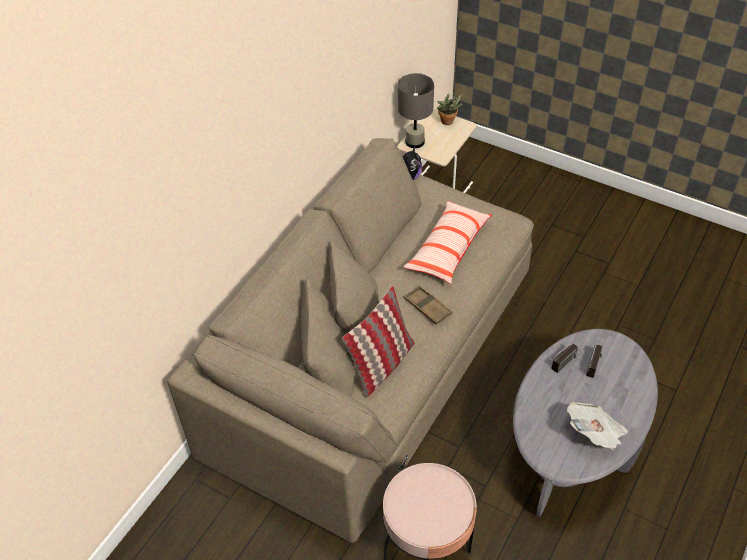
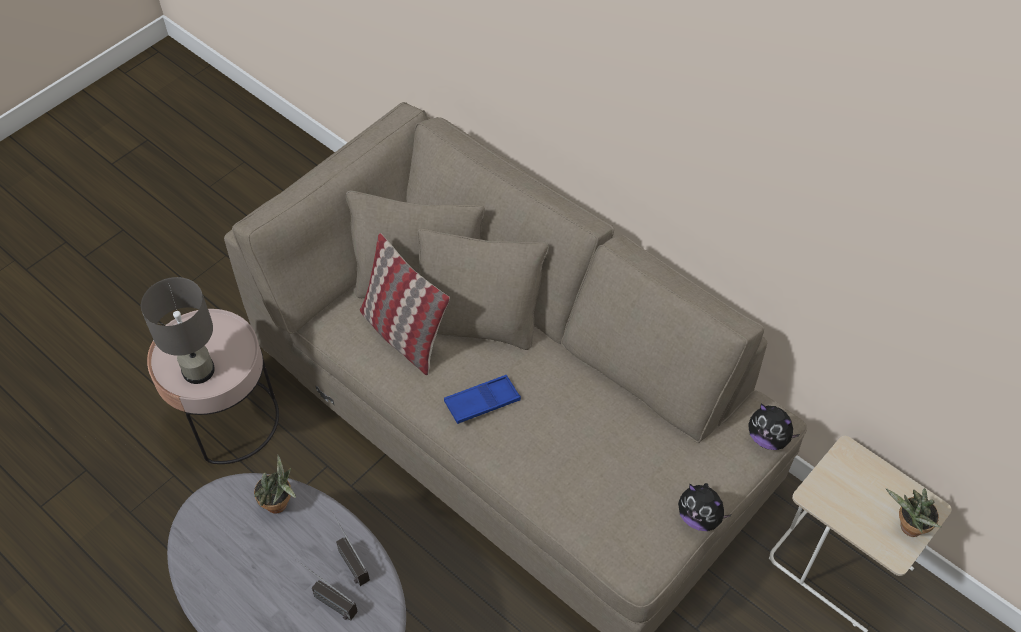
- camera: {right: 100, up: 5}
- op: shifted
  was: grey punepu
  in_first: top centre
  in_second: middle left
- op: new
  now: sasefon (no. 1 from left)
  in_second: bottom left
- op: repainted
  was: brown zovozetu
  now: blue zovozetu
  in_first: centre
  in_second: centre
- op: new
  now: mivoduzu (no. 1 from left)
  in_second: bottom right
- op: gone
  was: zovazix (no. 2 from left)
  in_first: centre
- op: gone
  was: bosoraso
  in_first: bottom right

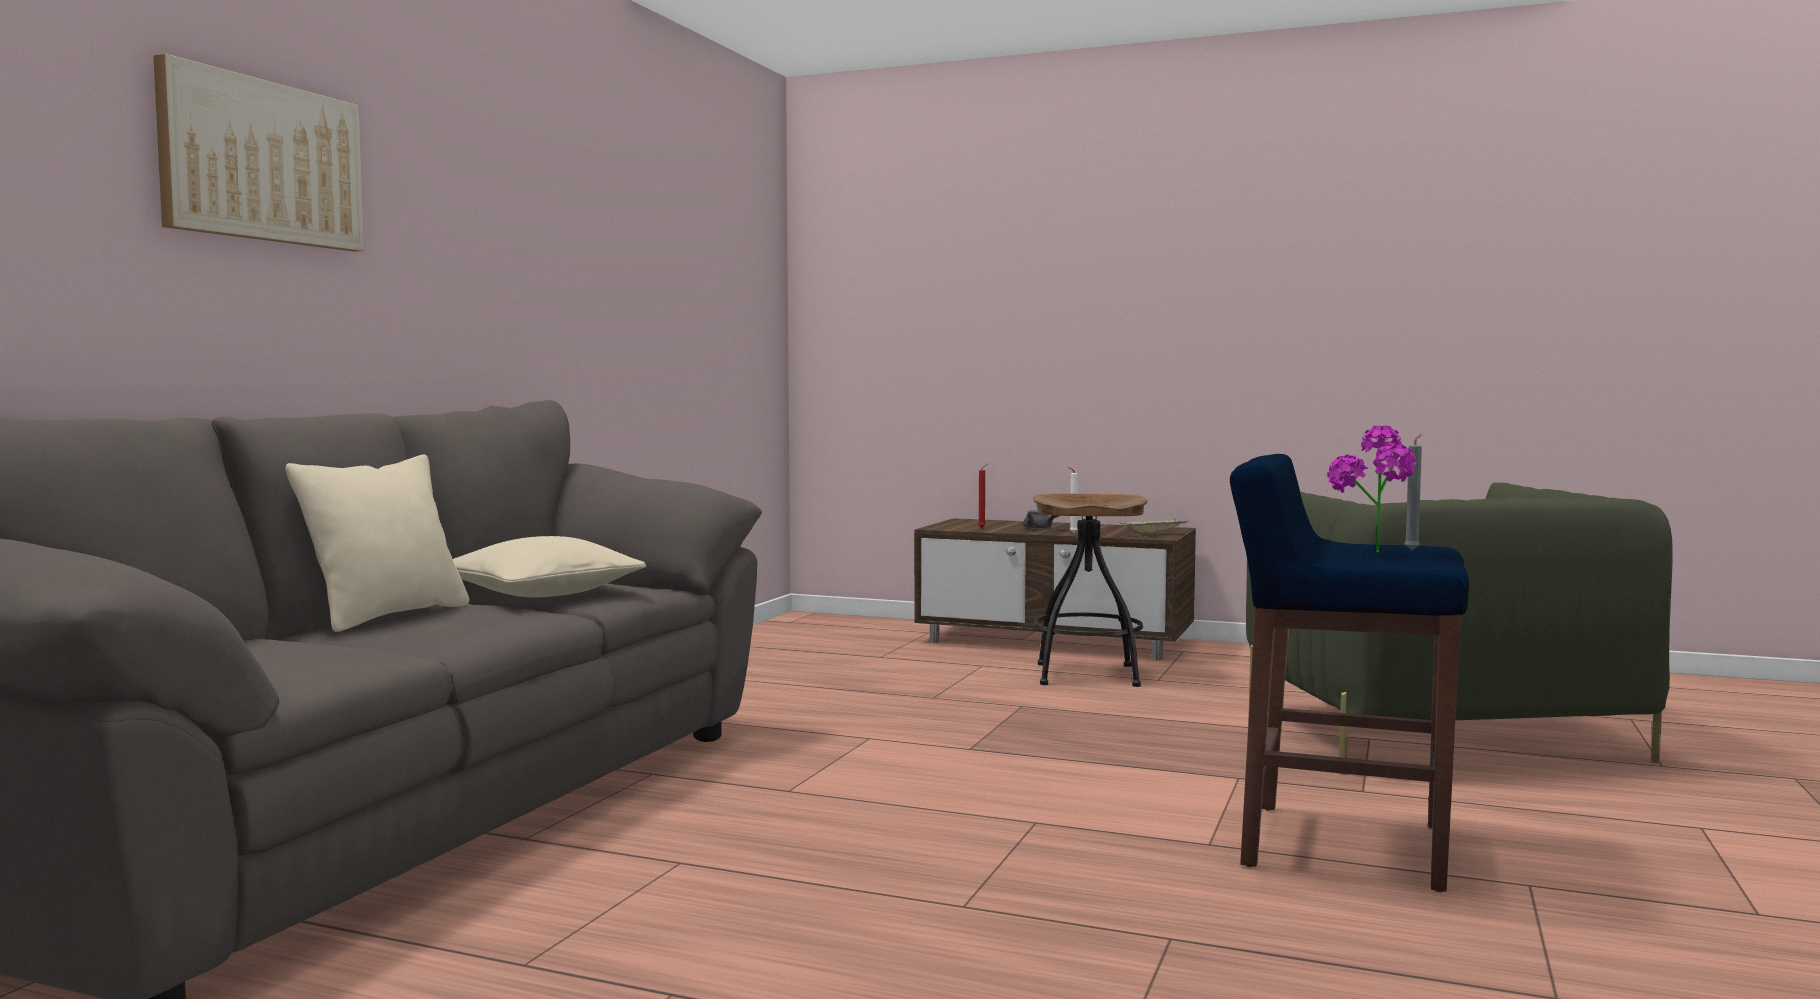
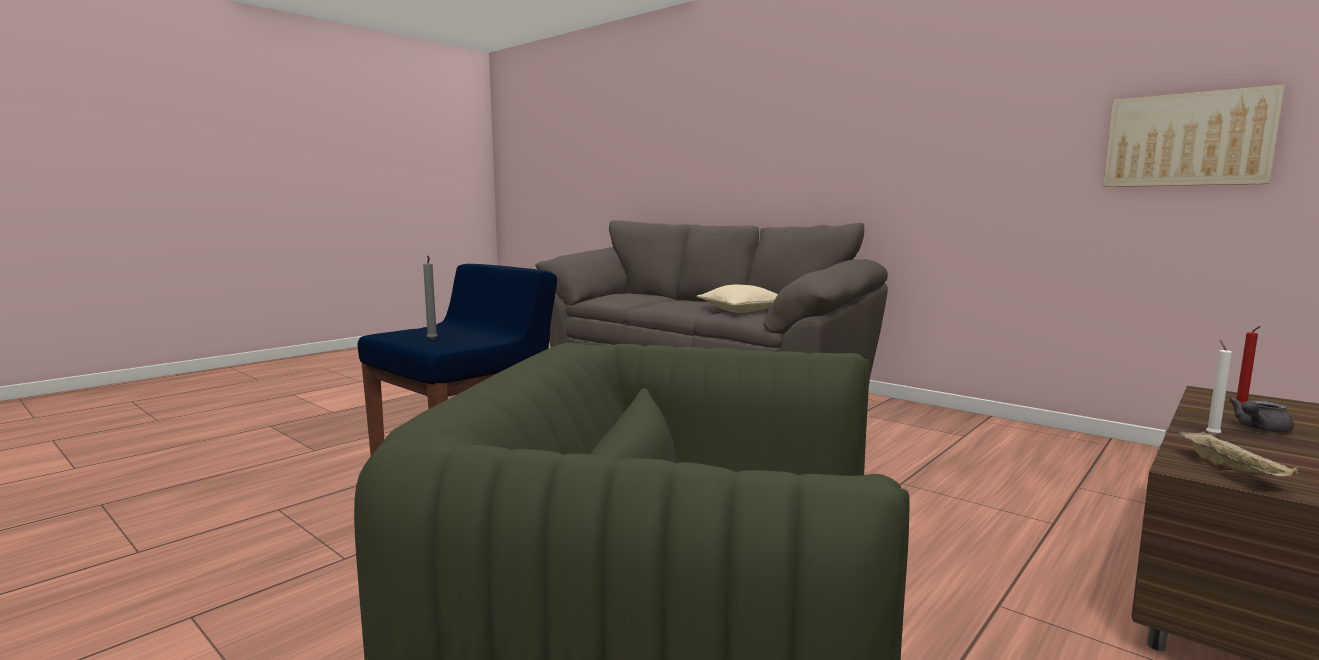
- camera: {right: 110, up: 5}
- op: shifted
  was: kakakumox
  in_first: top left
  in_second: top right
- op: gone
  was: beige zovazix (no. 1 from left)
  in_first: middle left
- op: gone
  was: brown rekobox
  in_first: centre
- op: gone
  was: sasefon
  in_first: middle right

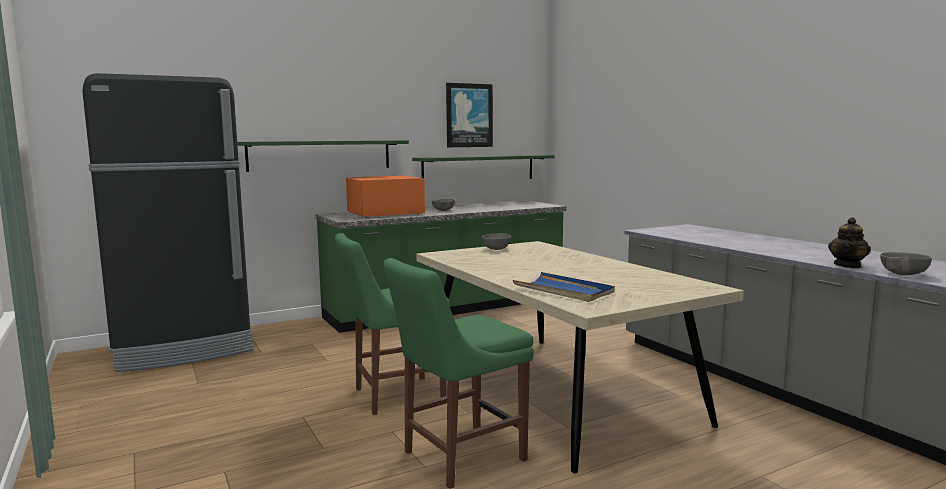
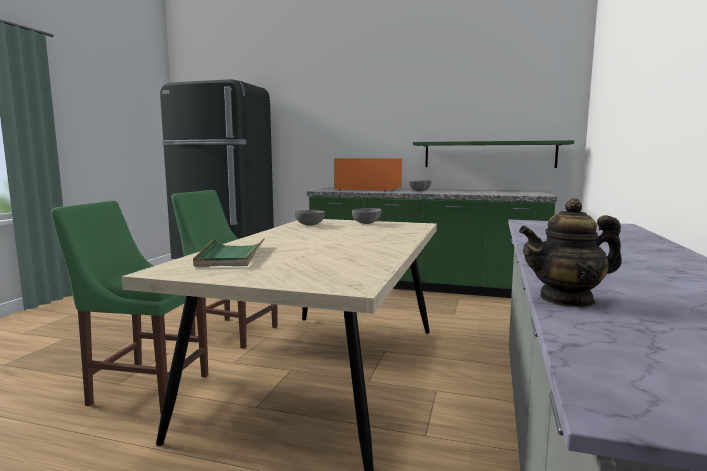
- camera: {right: 45, up: 0}
- op: repainted
  was: blue zovozetu
  now: green zovozetu
  in_first: centre
  in_second: middle left
- op: shifted
  was: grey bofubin (no. 3 from left in the first image)
  now: grey bofubin (no. 1 from left)
  in_first: middle right
  in_second: centre
- op: gone
  was: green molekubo (no. 1 from left)
  in_first: top centre
- op: gone
  was: kakakumox
  in_first: top centre

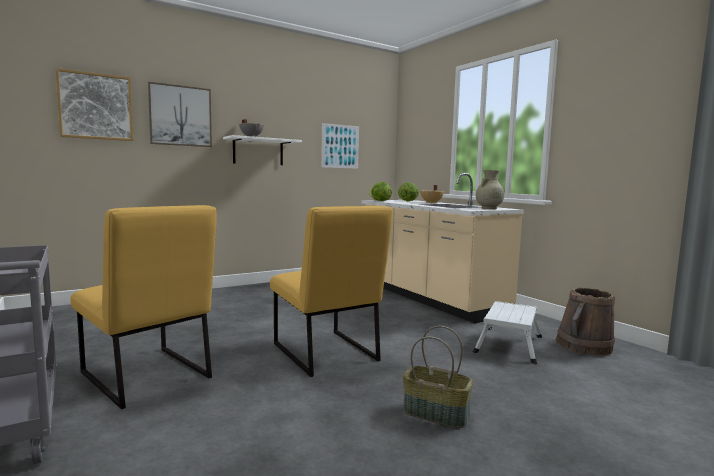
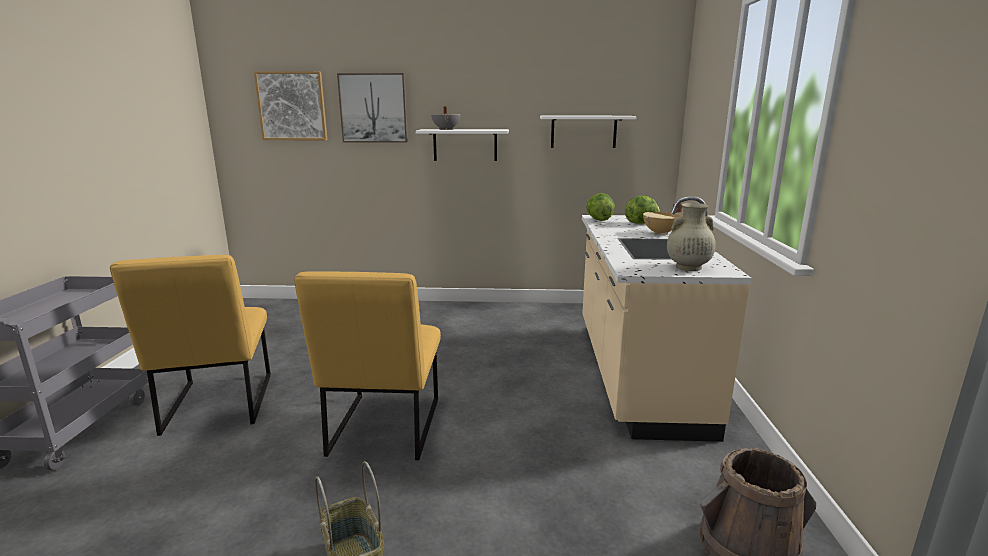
- camera: {right: 35, up: 10}
- op: swapped
  was: kakakumox (no. 3 from left)
  now: white molekubo (no. 2 from left)
  in_first: top centre
  in_second: top centre
- op: gone
  was: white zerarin
  in_first: bottom right

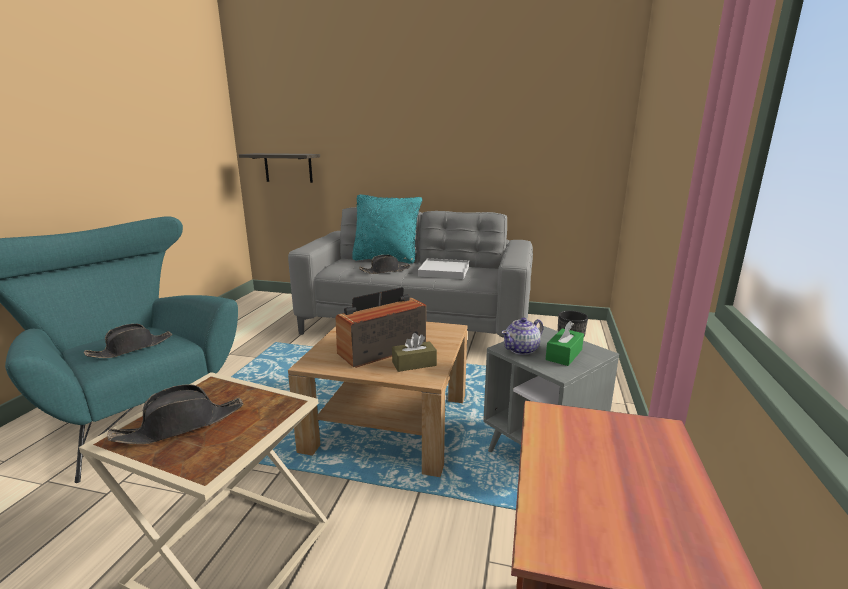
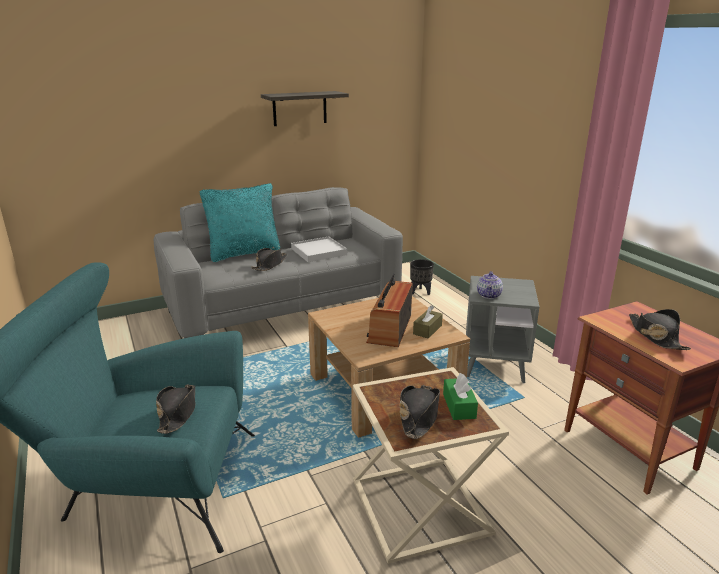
- camera: {right: -40, up: 5}
- op: shifted
  was: molekubo
  in_first: top left
  in_second: top centre
- op: shifted
  was: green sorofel
  in_first: centre
  in_second: bottom centre
- op: new
  now: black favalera (no. 4 from left)
  in_second: middle right

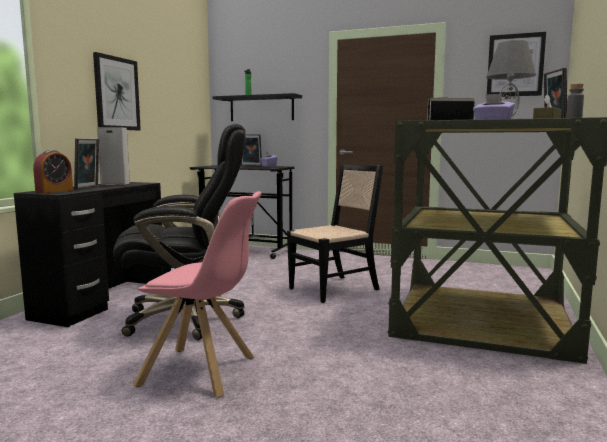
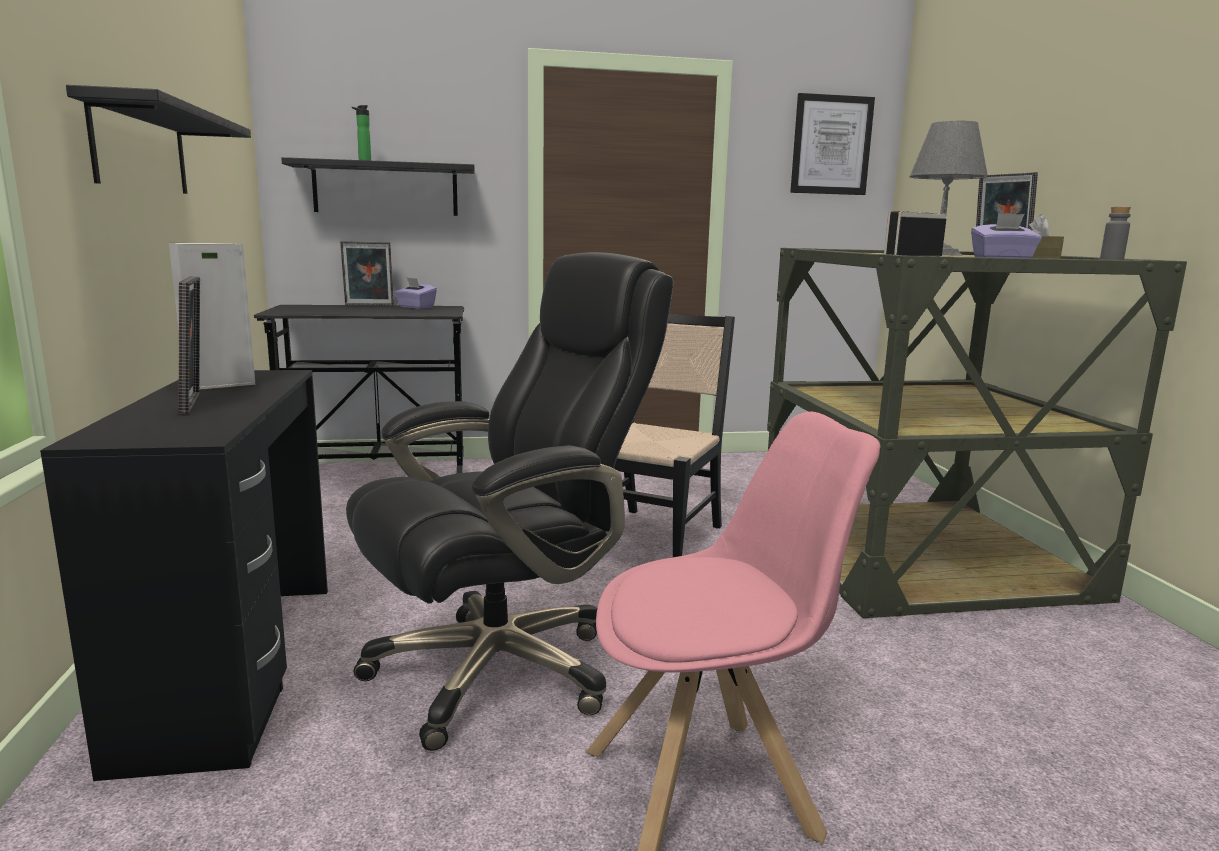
- camera: {right: -30, up: 5}
- op: swapped
  was: kakakumox (no. 1 from left)
  now: black molekubo (no. 1 from left)
  in_first: top left
  in_second: top left
- op: gone
  was: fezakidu
  in_first: middle left

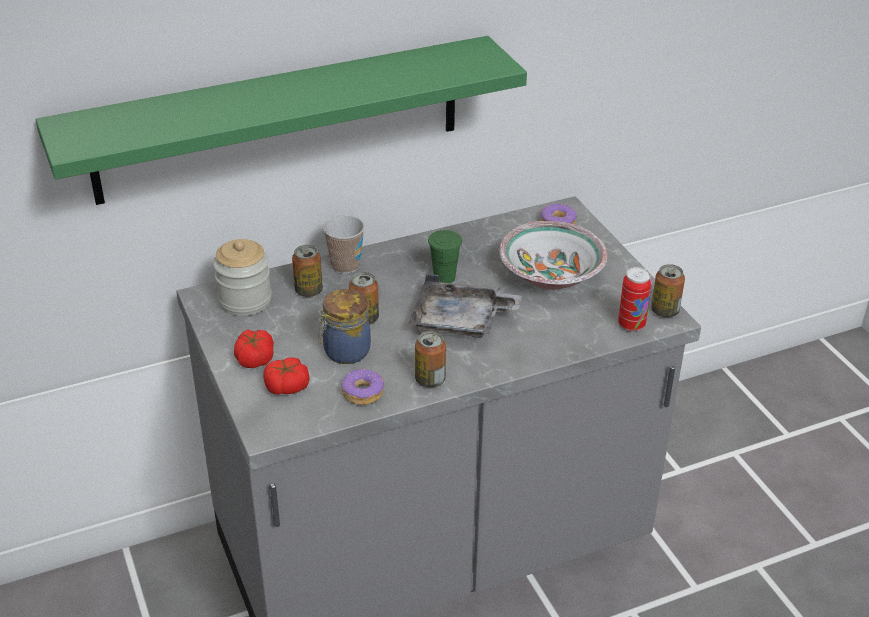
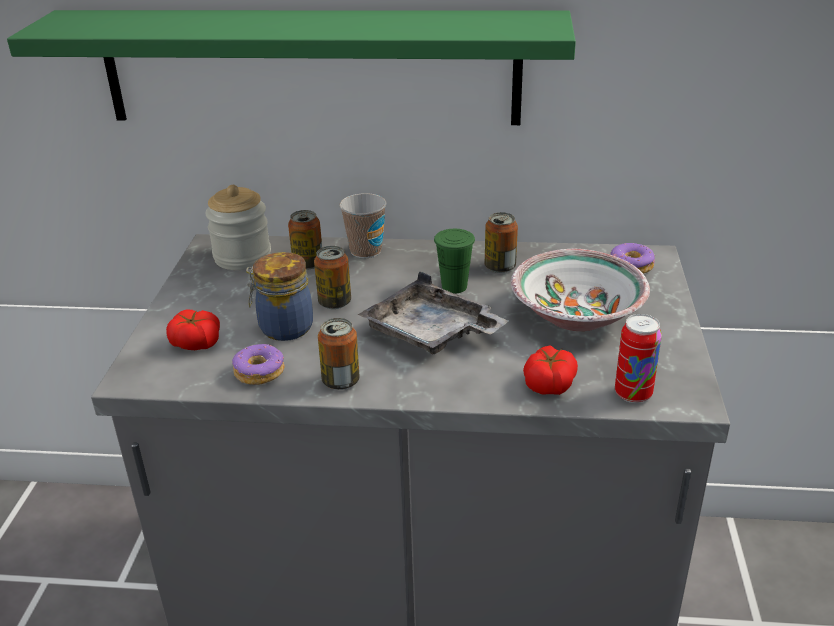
- camera: {right: 30, up: -5}
- op: shifted
  was: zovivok (no. 5 from left in the first image)
  now: zovivok (no. 4 from left)
  in_first: middle right
  in_second: centre
- op: shifted
  was: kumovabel (no. 1 from left in the first image)
  now: kumovabel (no. 2 from left)
  in_first: middle left
  in_second: centre

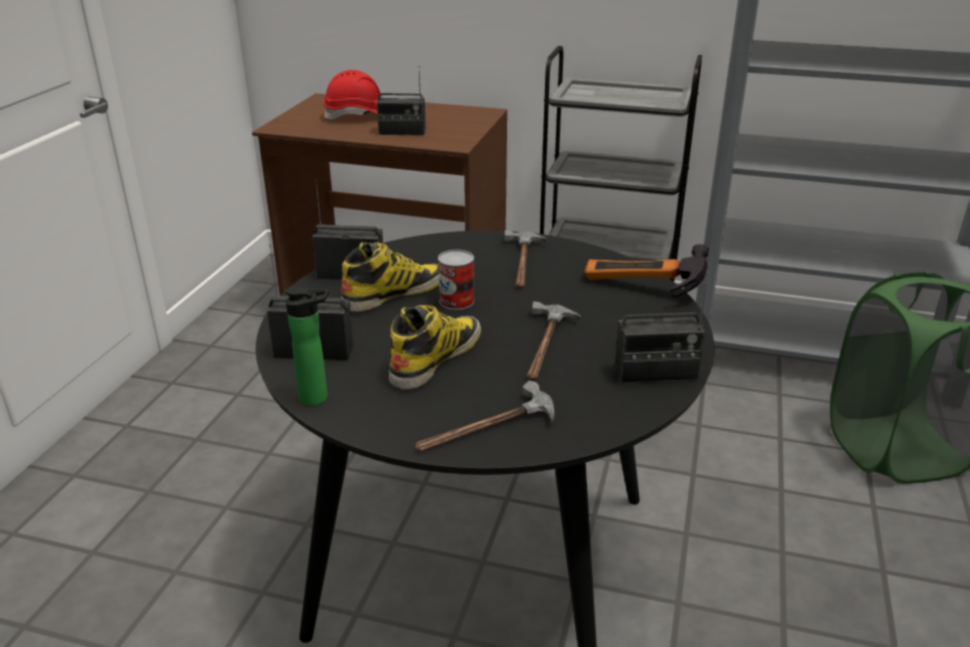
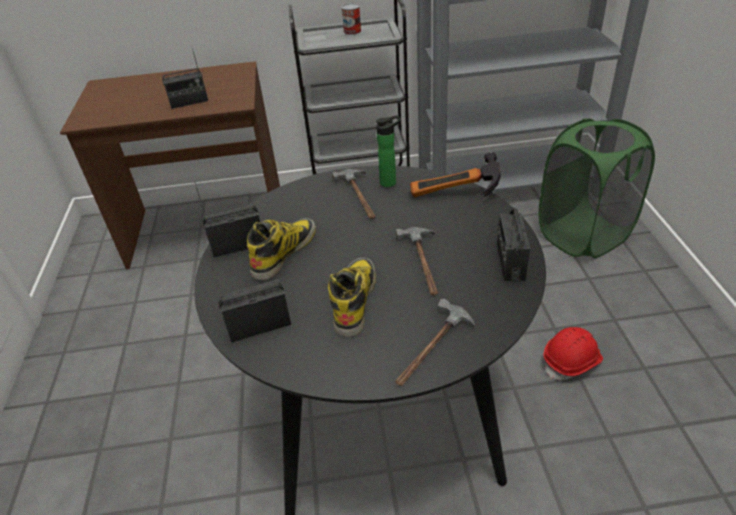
- camera: {right: -20, up: 10}
- op: shifted
  was: zovivok
  in_first: centre
  in_second: top centre
- op: shifted
  was: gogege
  in_first: middle left
  in_second: top centre
- op: rotated
  was: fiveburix (no. 4 from left)
  in_first: middle right
  in_second: middle right
  clockwise: 120
- op: shifted
  was: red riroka
  in_first: top centre
  in_second: bottom right

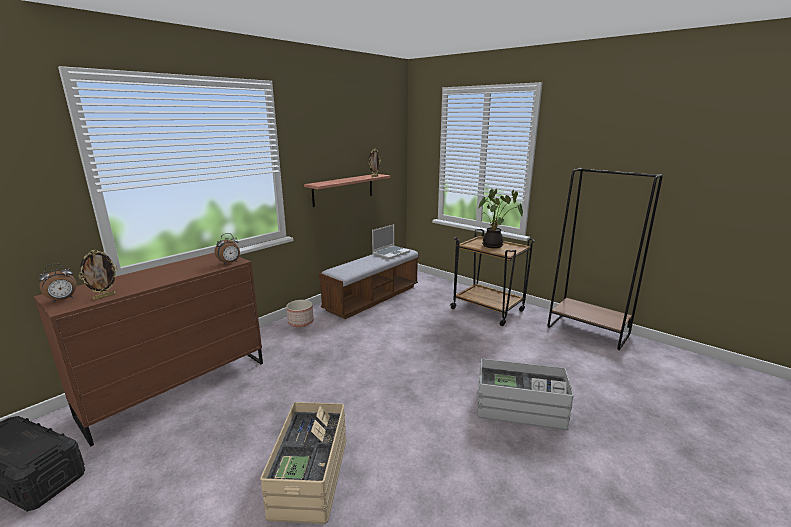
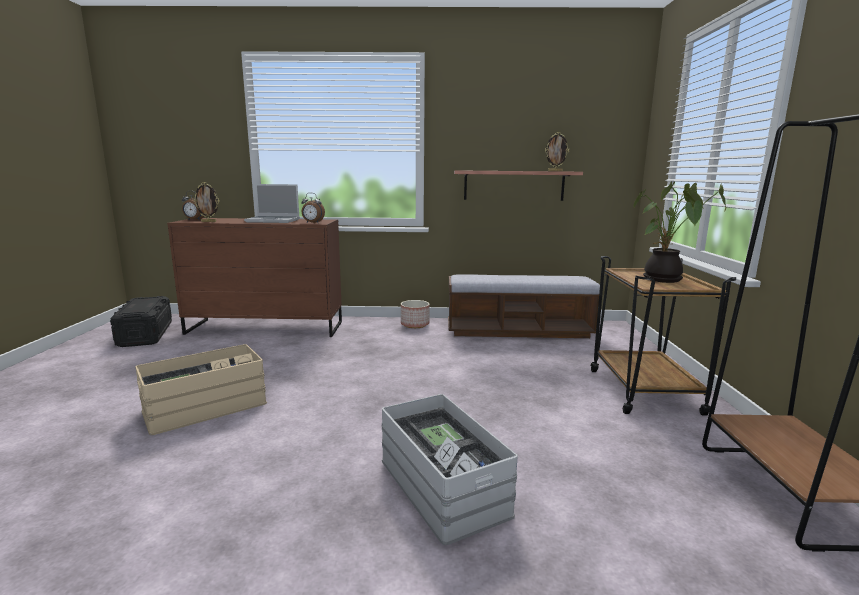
- camera: {right: 50, up: -5}
- op: shifted
  was: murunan
  in_first: centre
  in_second: middle left

